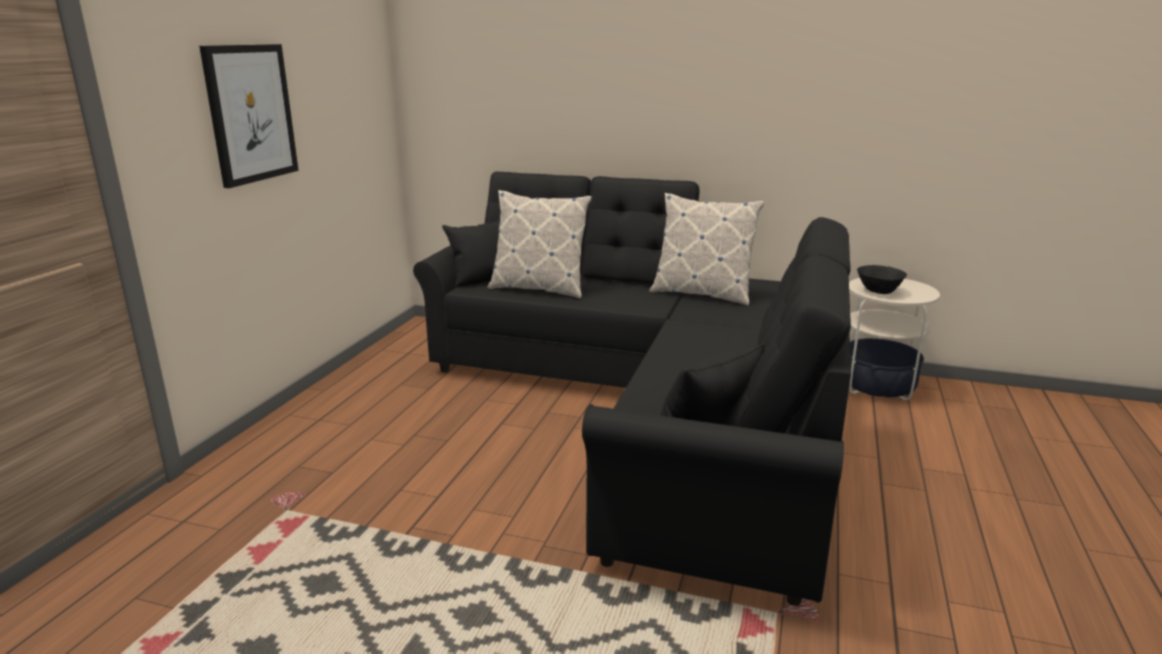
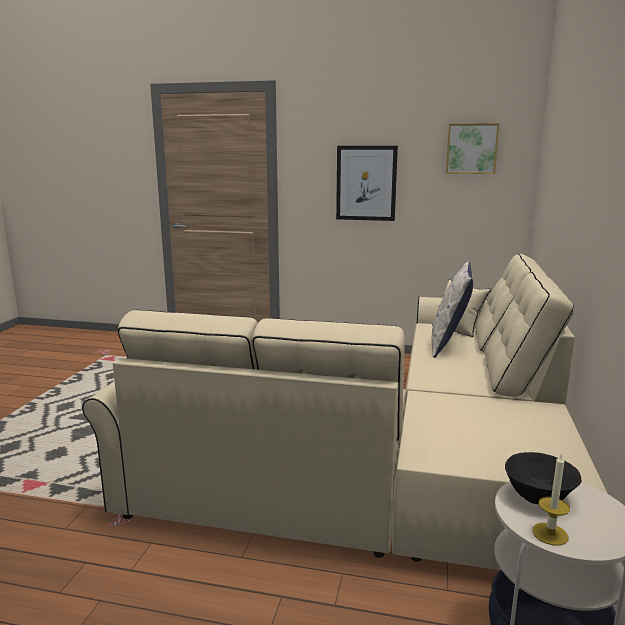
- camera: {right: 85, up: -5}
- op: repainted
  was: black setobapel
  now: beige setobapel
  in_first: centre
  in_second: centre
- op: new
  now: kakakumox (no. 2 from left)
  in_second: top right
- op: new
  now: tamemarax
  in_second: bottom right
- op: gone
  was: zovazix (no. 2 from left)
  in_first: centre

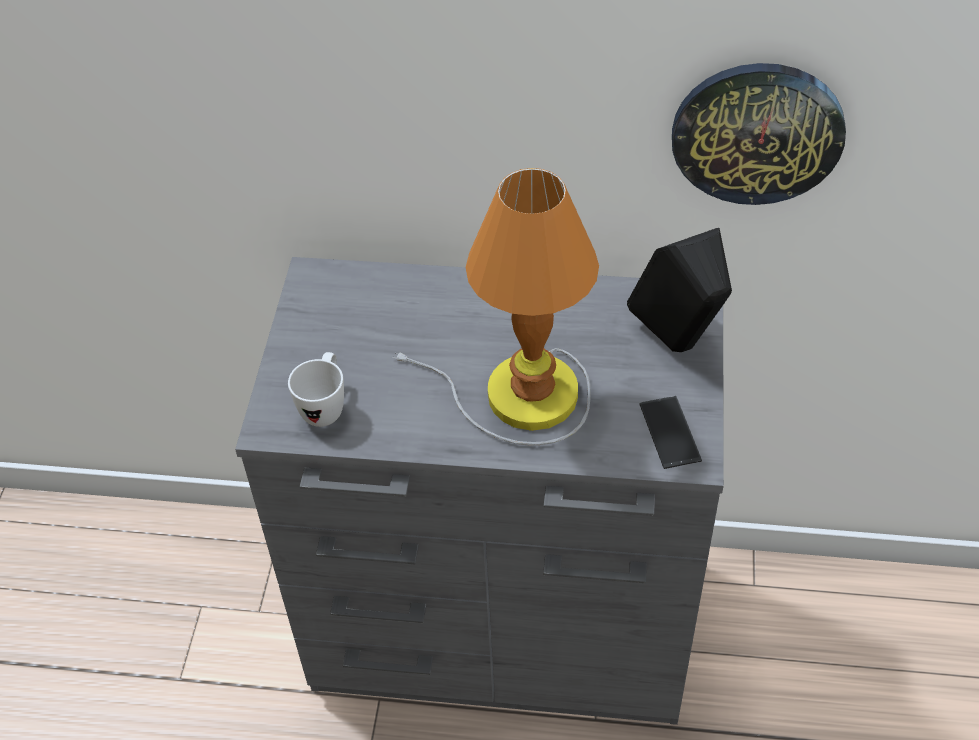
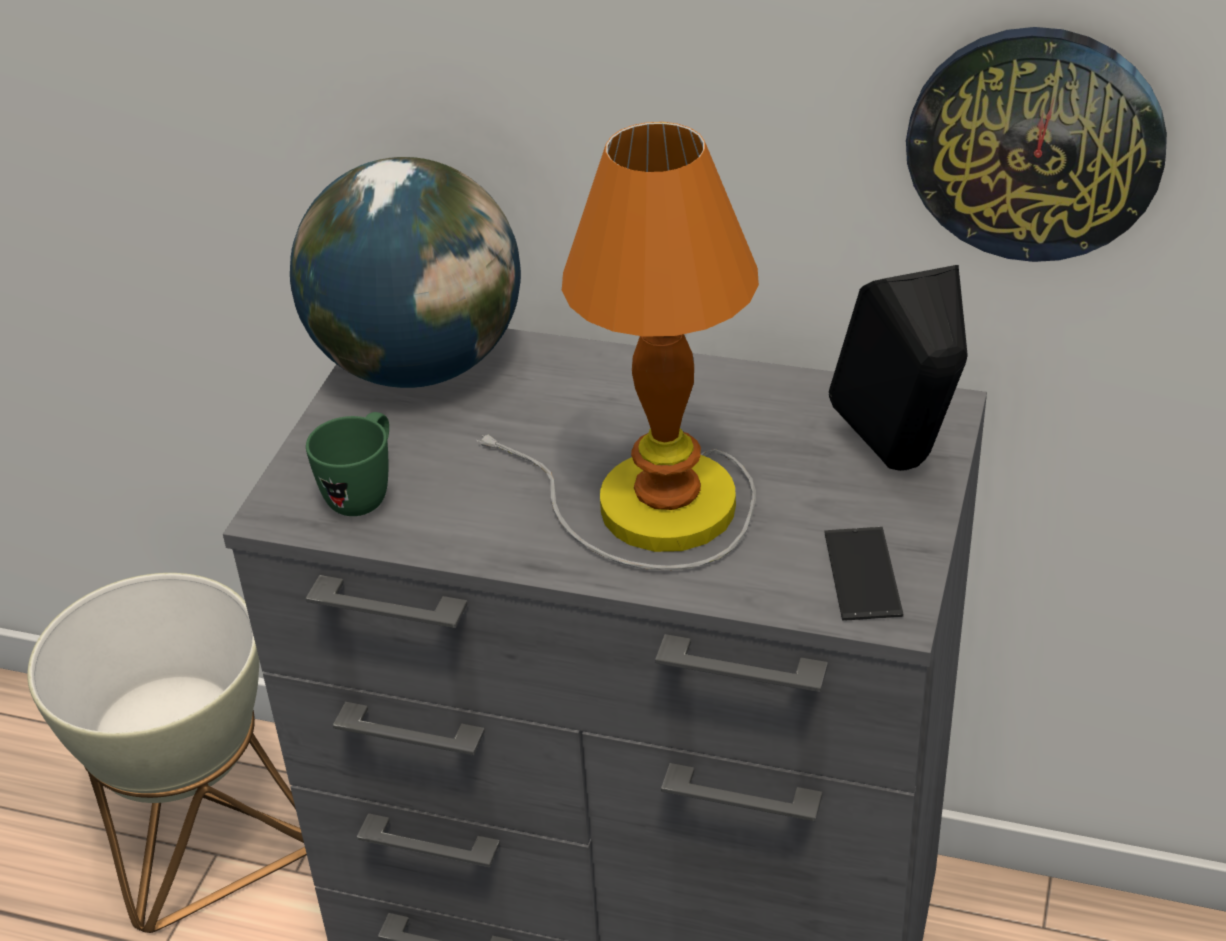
- camera: {right: 10, up: -10}
- op: new
  now: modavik
  in_second: bottom left
- op: new
  now: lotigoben
  in_second: top left
- op: repainted
  was: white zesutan
  now: green zesutan
  in_first: middle left
  in_second: middle left

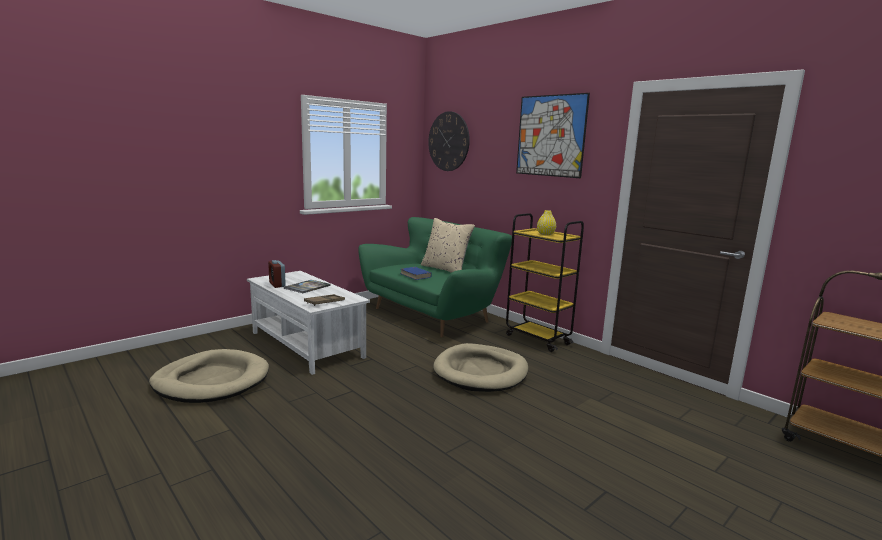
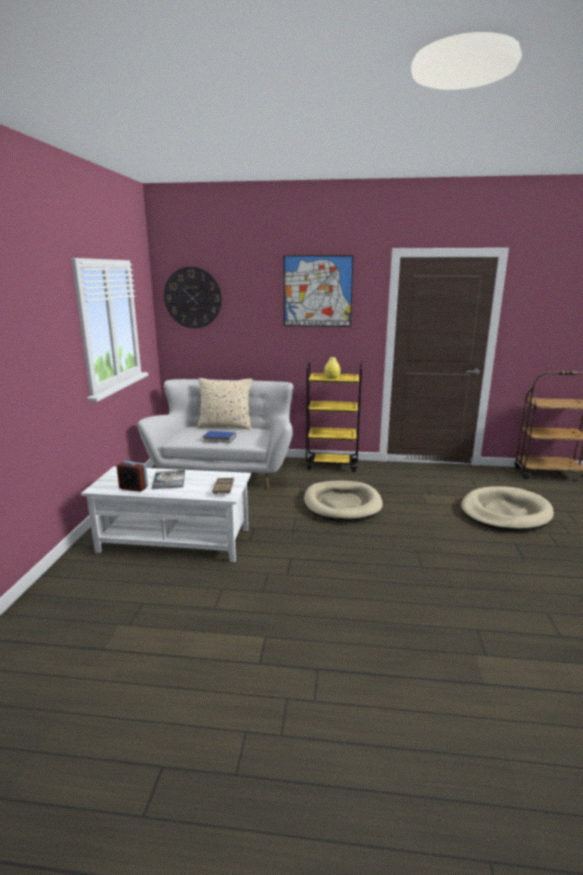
- camera: {right: -40, up: 5}
- op: repainted
  was: green setobapel
  now: white setobapel
  in_first: centre
  in_second: centre
- op: shifted
  was: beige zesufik (no. 1 from left in the first image)
  now: beige zesufik (no. 2 from left)
  in_first: bottom left
  in_second: middle right

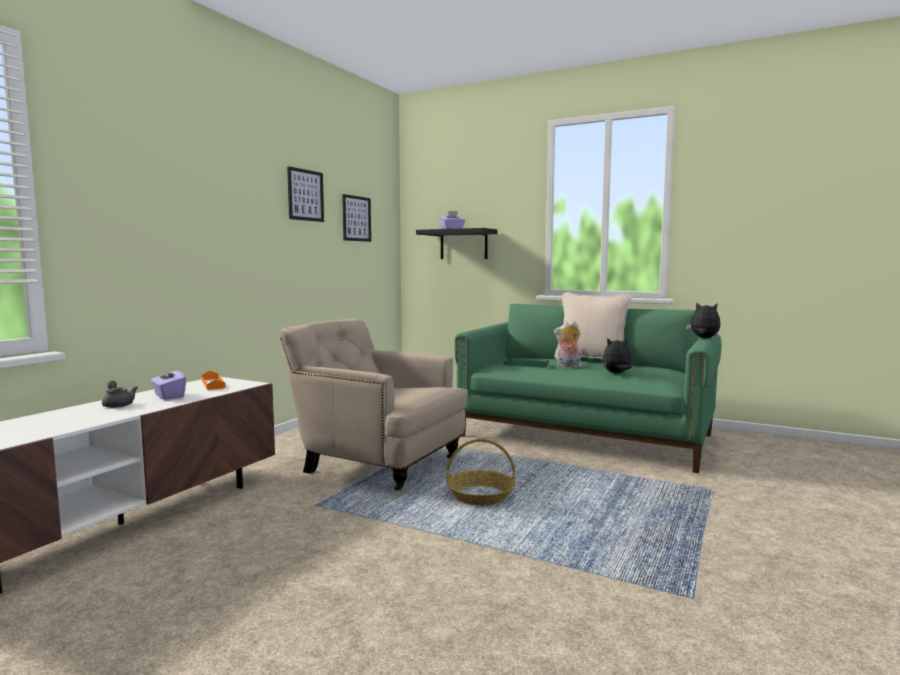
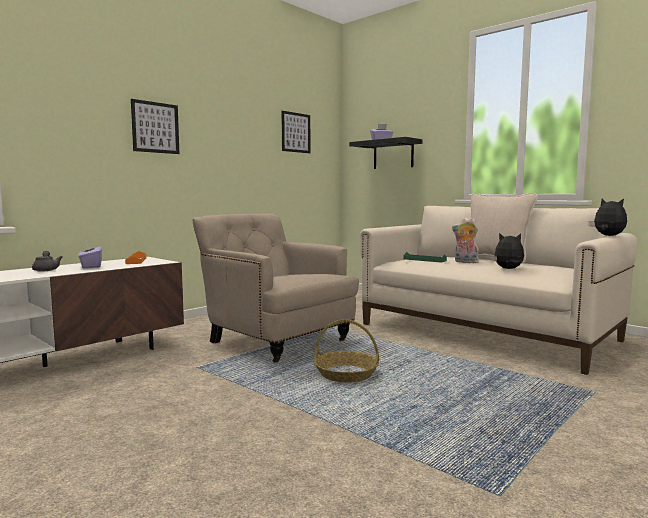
- camera: {right: 15, up: 0}
- op: shifted
  was: kakakumox (no. 1 from left)
  in_first: top centre
  in_second: top left
- op: repainted
  was: green setobapel
  now: beige setobapel
  in_first: centre
  in_second: middle right

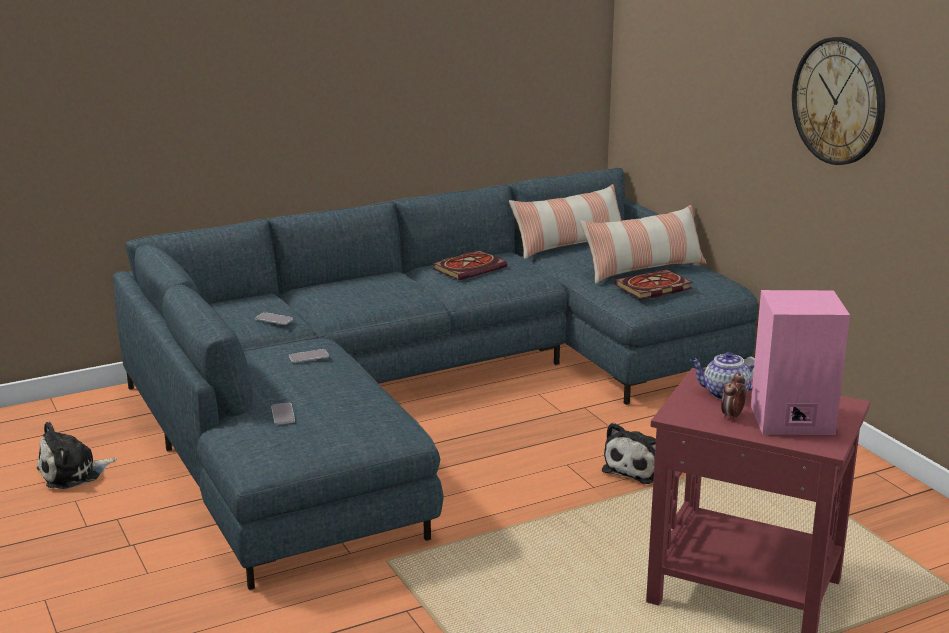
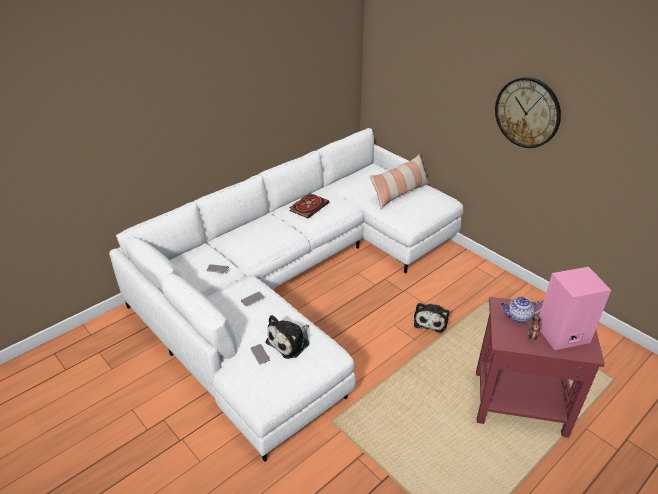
- camera: {right: -15, up: 15}
- op: repainted
  was: blue setobapel
  now: white setobapel
  in_first: centre
  in_second: centre
- op: shifted
  was: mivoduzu (no. 1 from left)
  in_first: bottom left
  in_second: bottom centre
- op: gone
  was: zovazix (no. 1 from left)
  in_first: centre
- op: gone
  was: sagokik (no. 2 from left)
  in_first: middle right

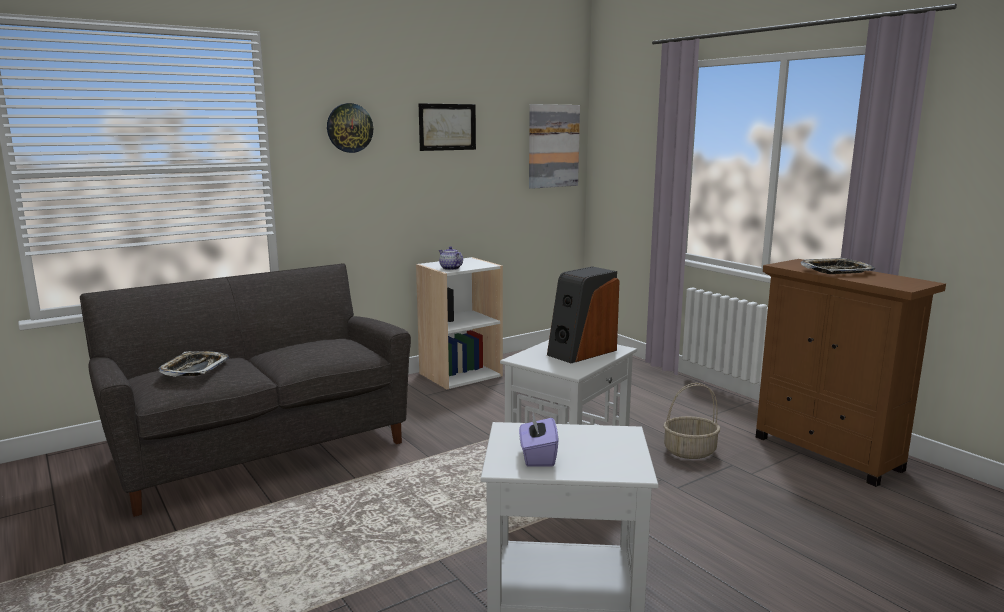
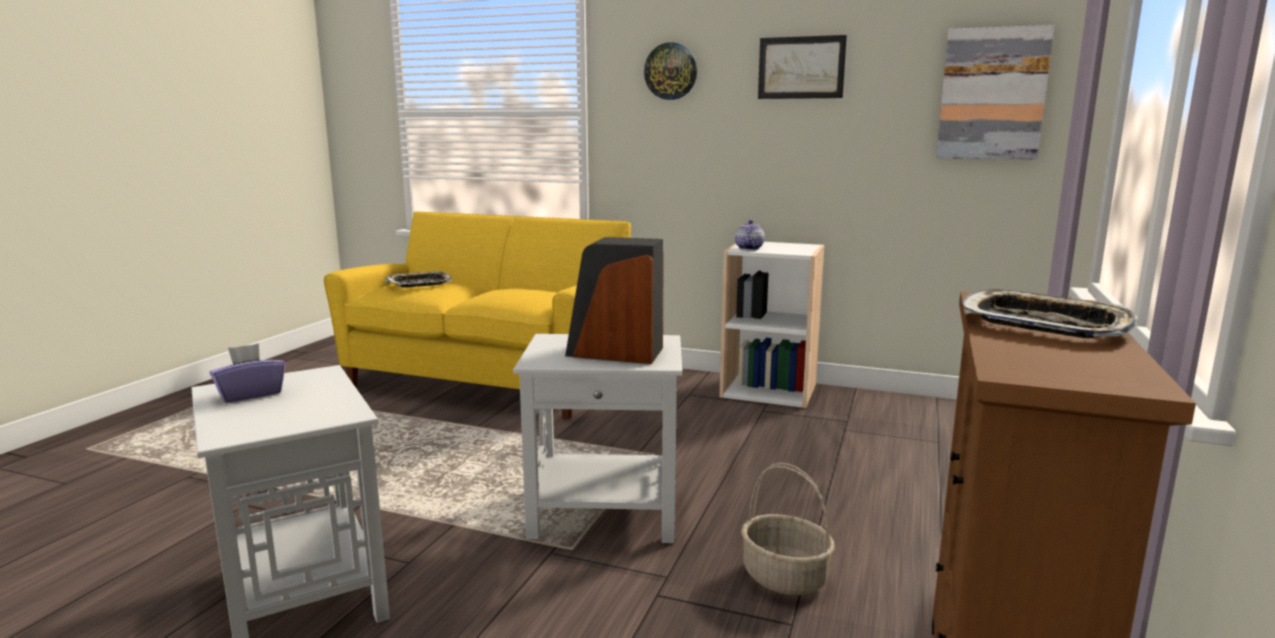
- camera: {right: 55, up: 0}
- op: repainted
  was: grey setobapel
  now: yellow setobapel
  in_first: middle left
  in_second: centre

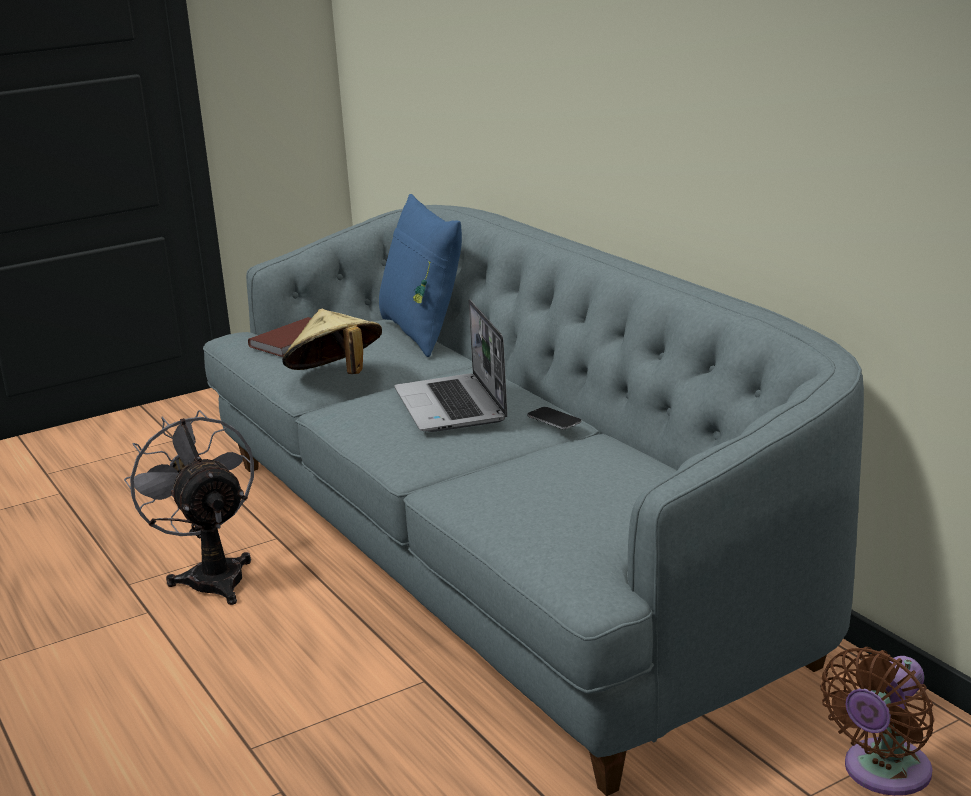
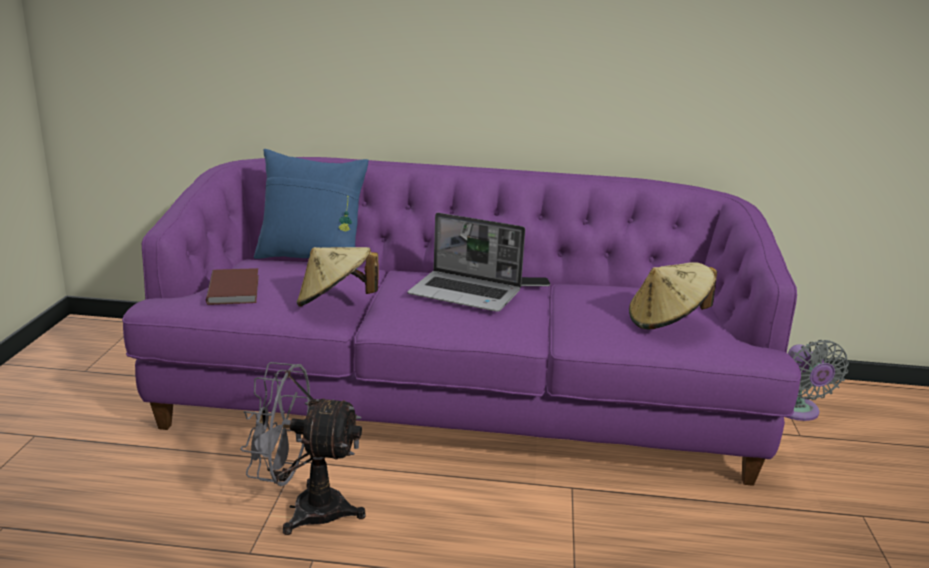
- camera: {right: -55, up: 0}
- op: repainted
  was: grey setobapel
  now: purple setobapel
  in_first: centre
  in_second: centre
- op: new
  now: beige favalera (no. 2 from left)
  in_second: middle right
- op: repainted
  was: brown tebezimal
  now: grey tebezimal (no. 2 from left)
  in_first: bottom right
  in_second: bottom right

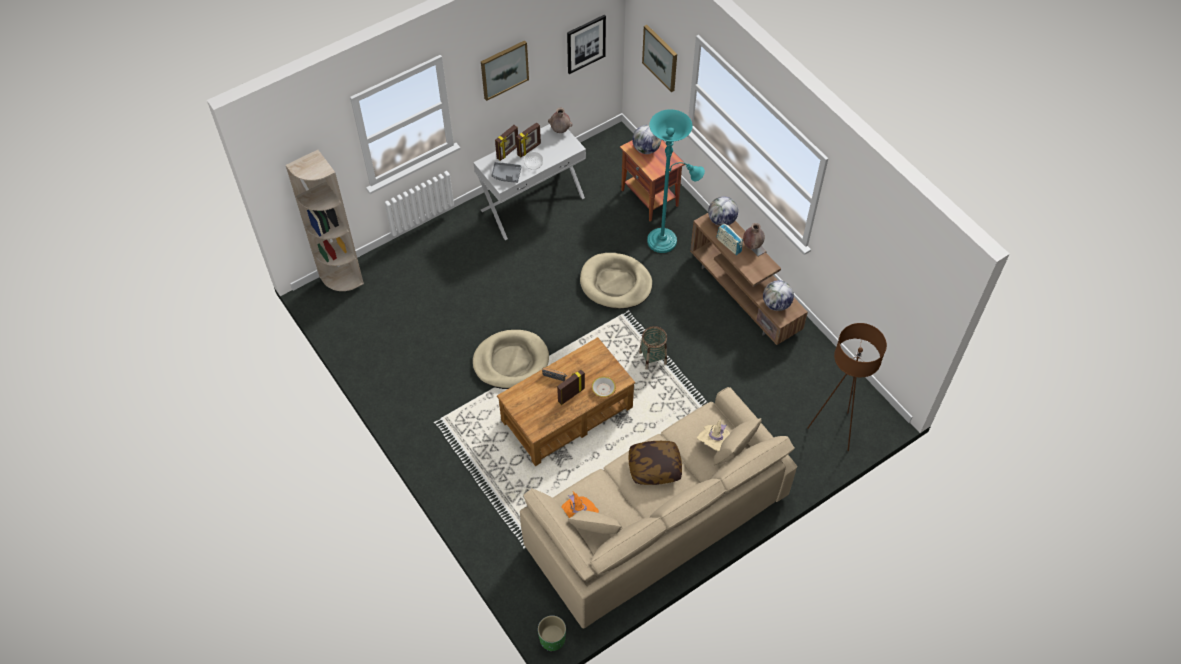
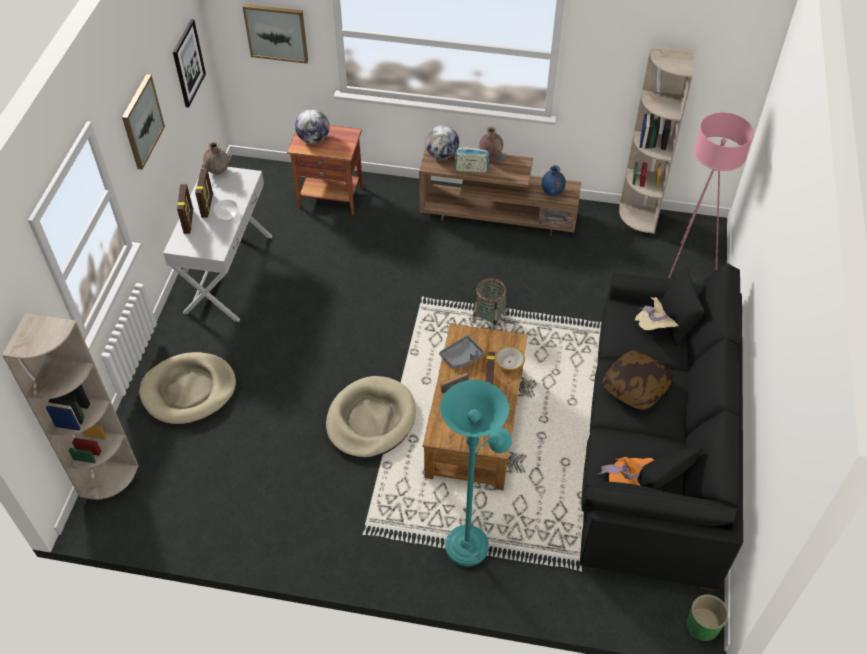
- camera: {right: -45, up: -5}
- op: shifted
  was: beige zesufik (no. 2 from left in the first image)
  now: beige zesufik (no. 1 from left)
  in_first: centre
  in_second: middle left
- op: shifted
  was: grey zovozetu
  in_first: top centre
  in_second: centre
- op: shifted
  was: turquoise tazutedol
  in_first: top centre
  in_second: bottom centre
- op: swapped
  was: lotigoben (no. 3 from left)
  now: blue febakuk
  in_first: centre
  in_second: top centre
- op: repainted
  was: beige setobapel
  now: black setobapel
  in_first: bottom centre
  in_second: middle right
- op: new
  now: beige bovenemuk (no. 2 from left)
  in_second: top right
- op: repainted
  was: brown tazutedol
  now: pink tazutedol
  in_first: middle right
  in_second: top right

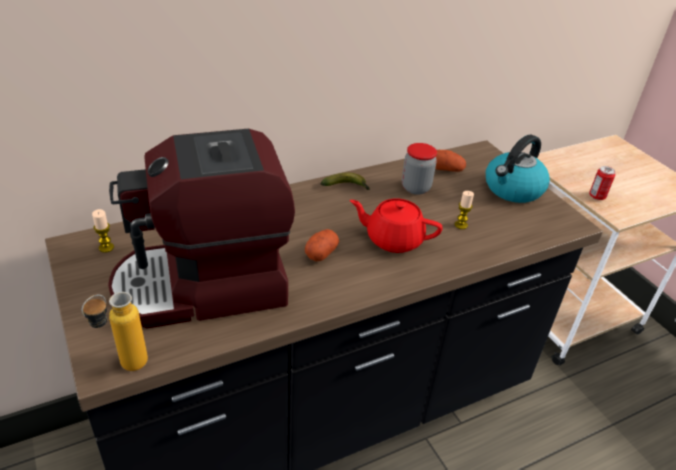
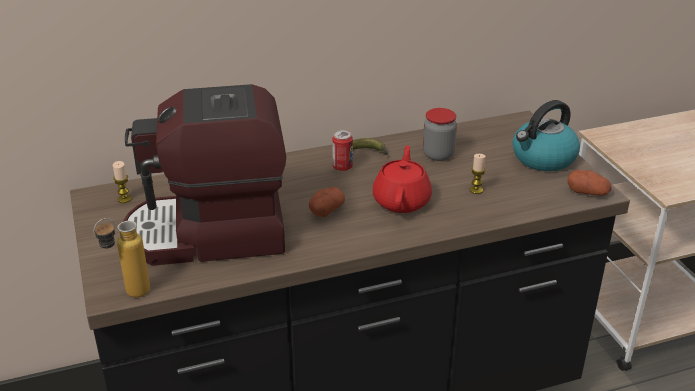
- camera: {right: 10, up: -5}
- op: shifted
  was: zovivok
  in_first: middle right
  in_second: centre
- op: rotated
  was: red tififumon
  in_first: centre
  in_second: centre
  clockwise: 75
- op: shifted
  was: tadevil (no. 2 from left)
  in_first: centre
  in_second: middle right

